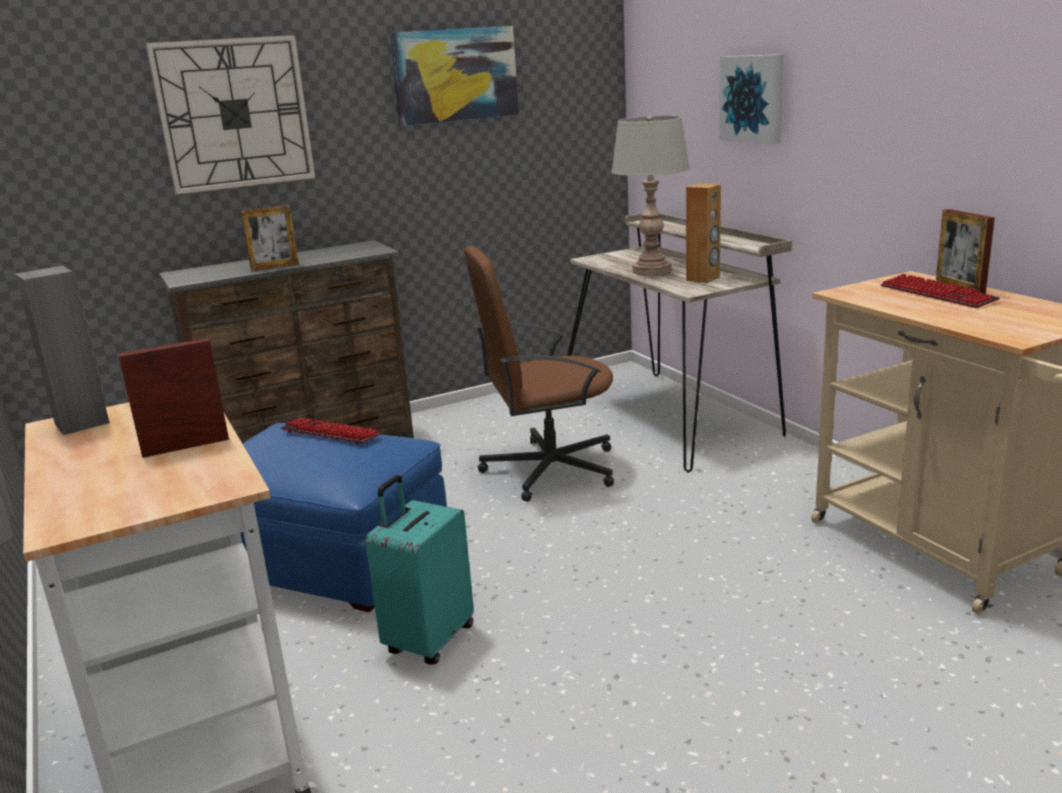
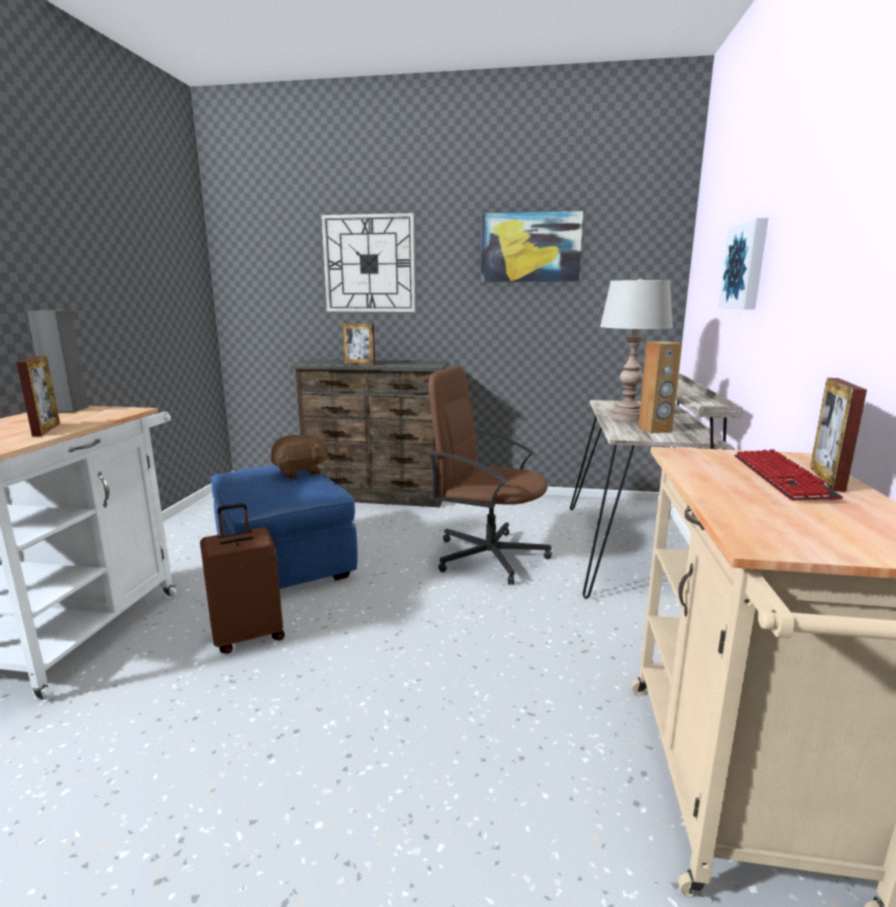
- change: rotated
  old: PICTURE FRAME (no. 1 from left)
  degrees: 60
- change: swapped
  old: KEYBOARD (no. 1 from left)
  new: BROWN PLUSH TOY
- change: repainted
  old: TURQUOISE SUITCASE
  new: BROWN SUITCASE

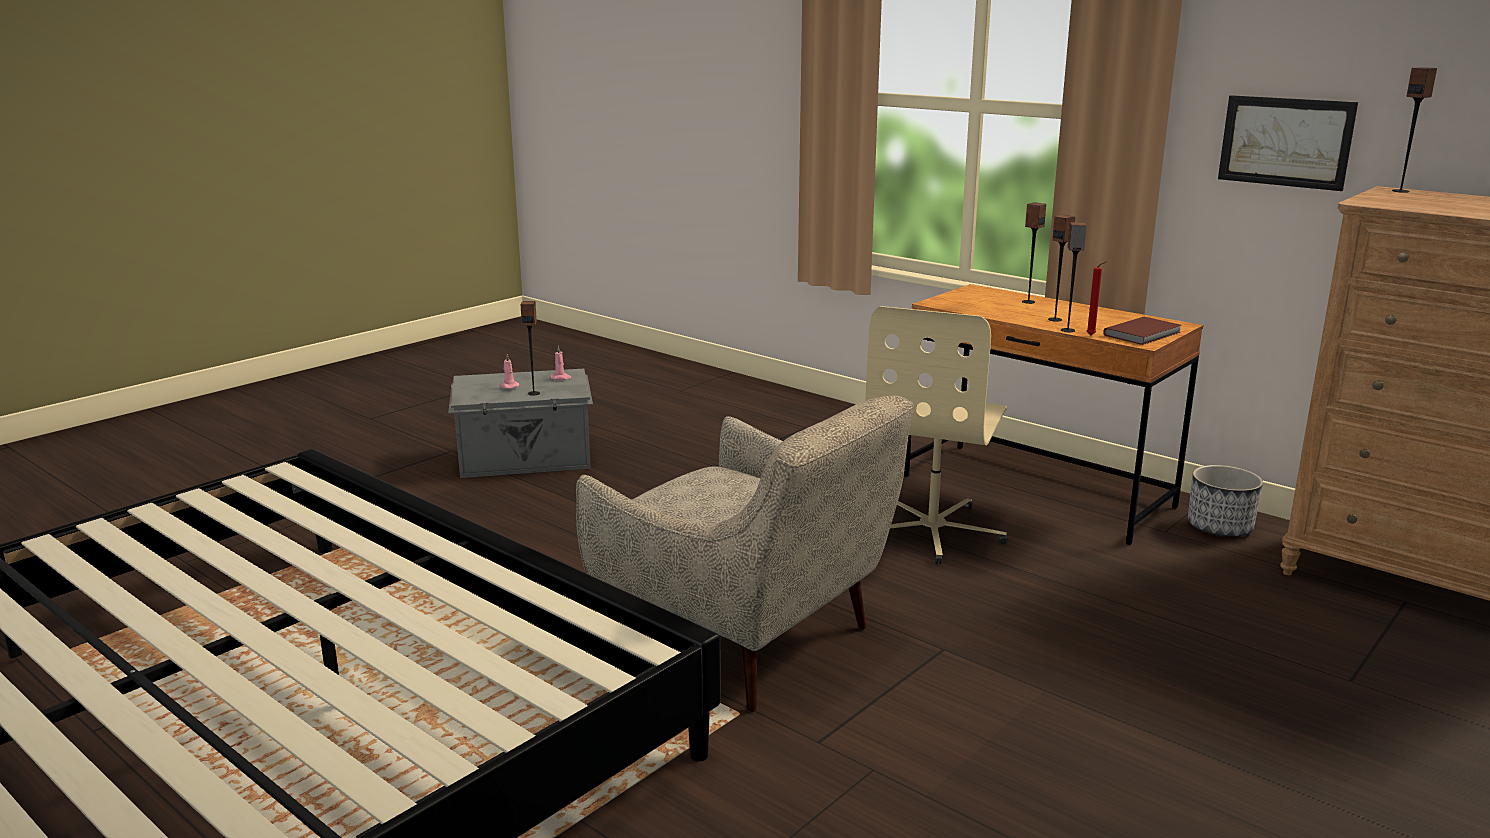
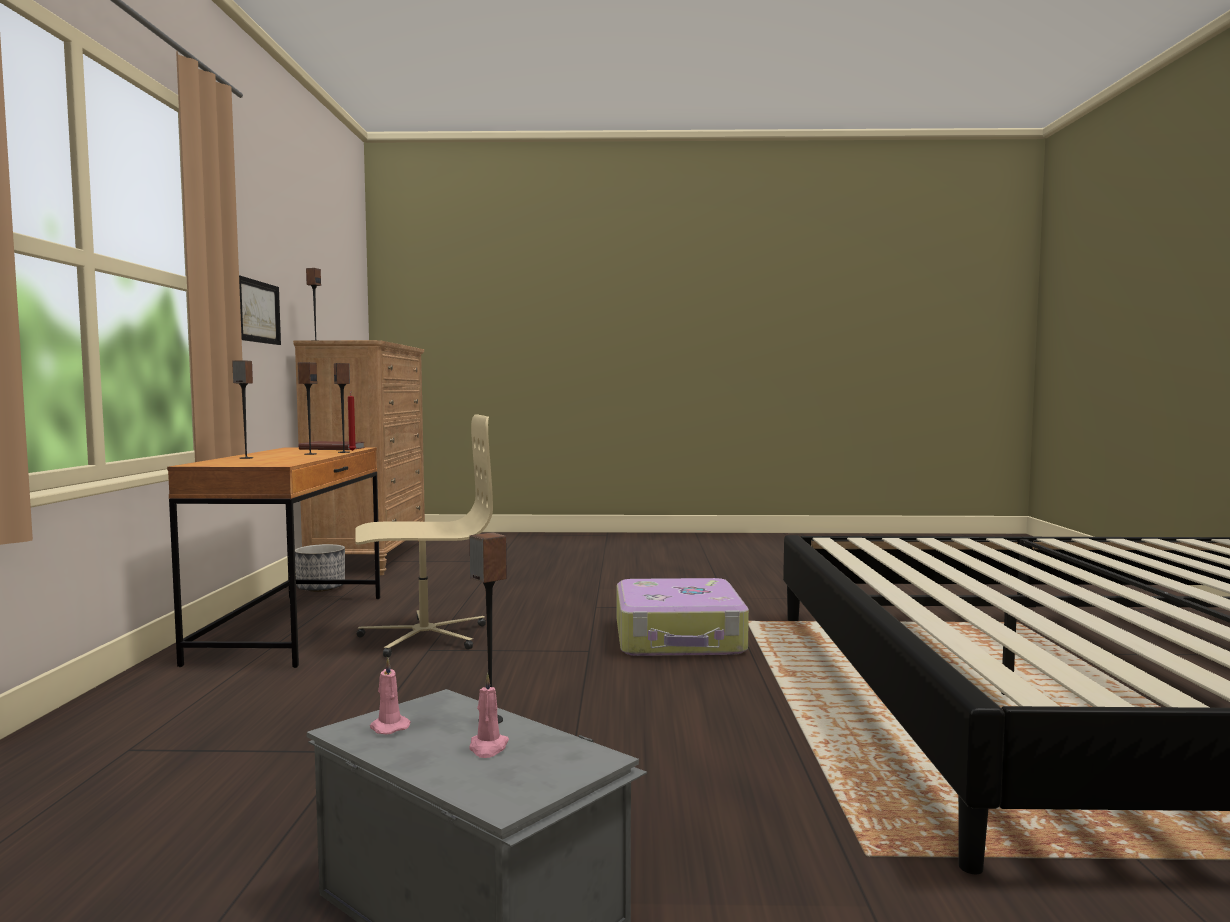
- change: swapped
  old: BEIGE ARMCHAIR
  new: SUITCASE

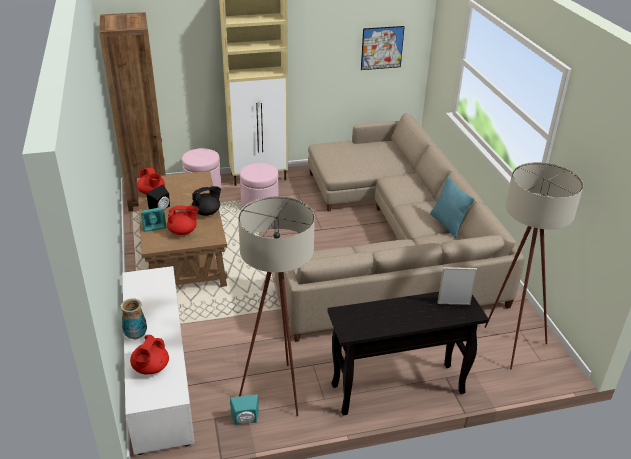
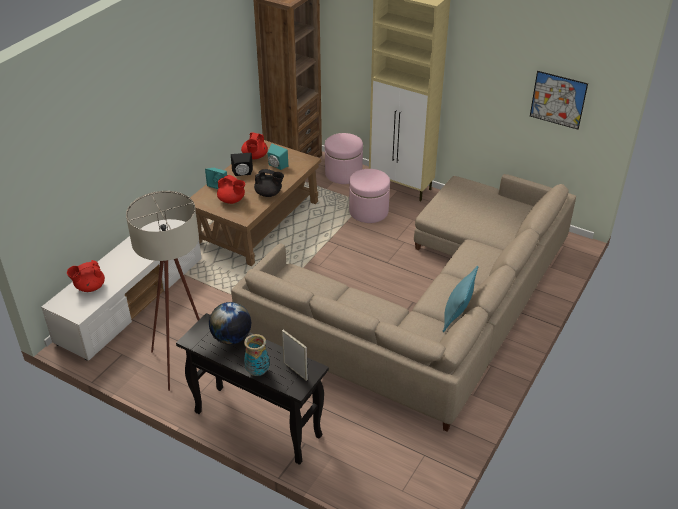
- change: gone
  old: BEIGE FLOOR LAMP (no. 2 from left)
- change: shifted
  old: VASE
- change: shifted
  old: TURQUOISE SPEAKER (no. 2 from left)
- change: new
  new: GLOBE

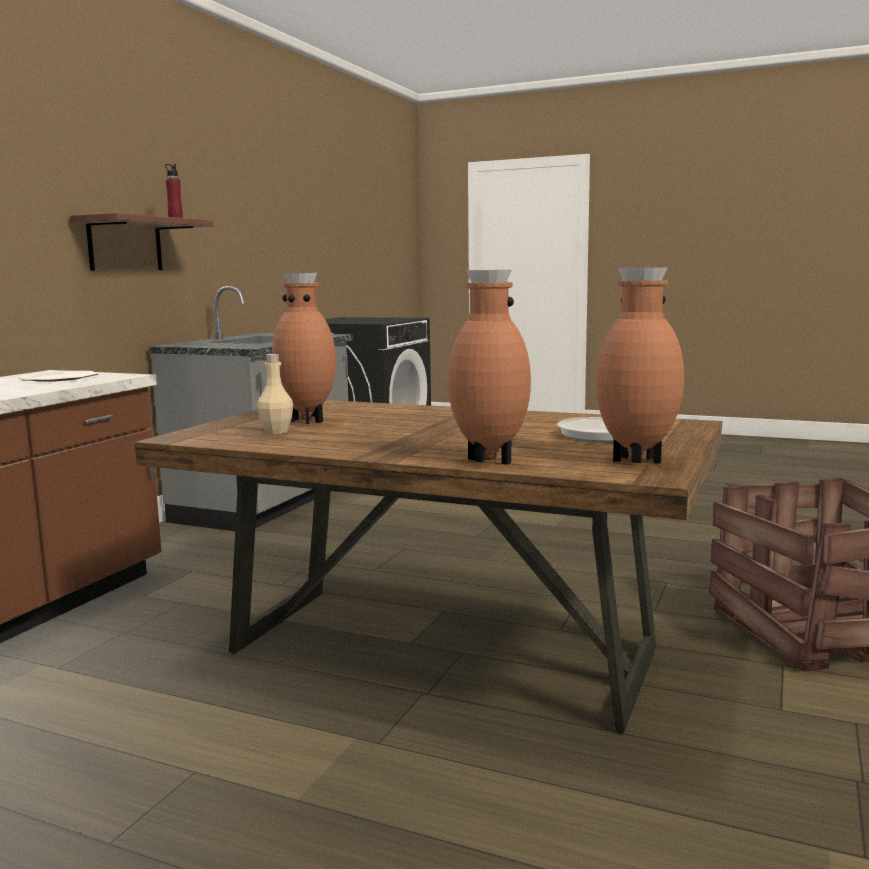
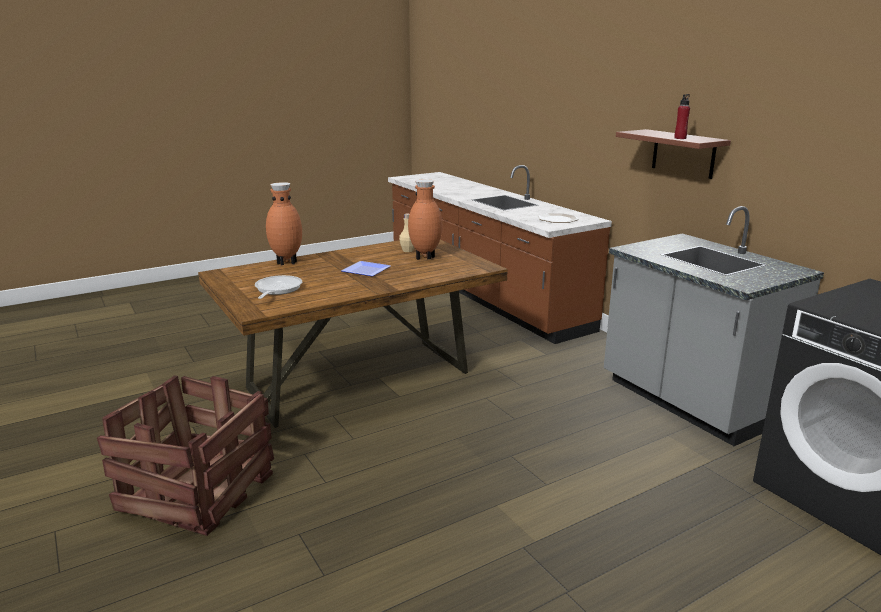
- change: gone
  old: BROWN VASE (no. 3 from left)
- change: new
  new: PLATE (no. 1 from left)

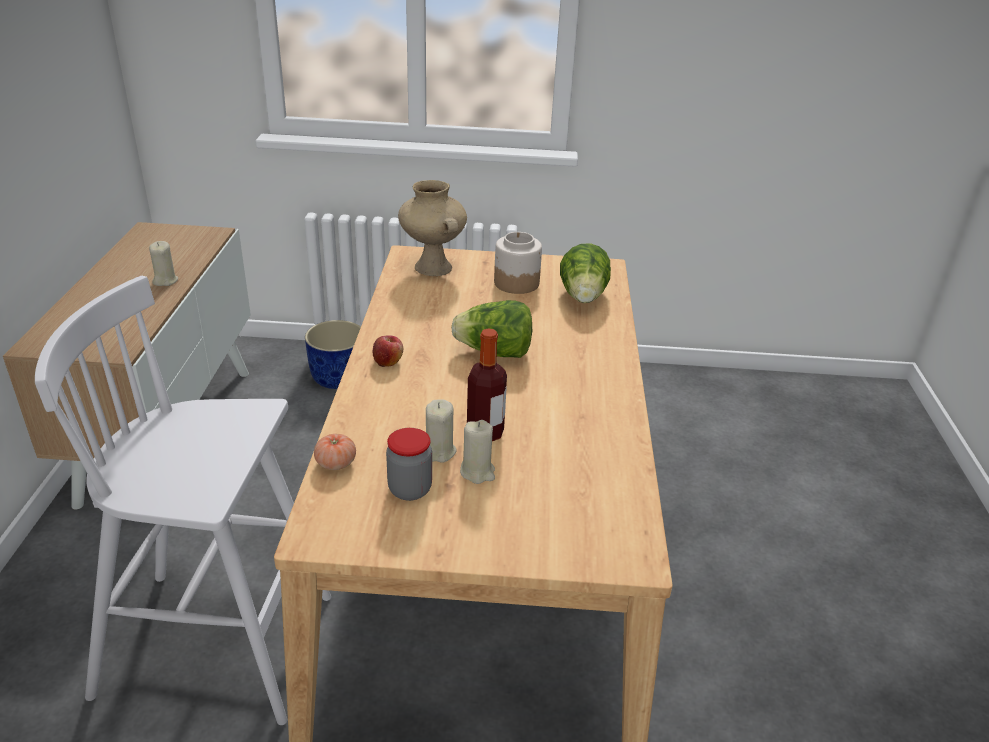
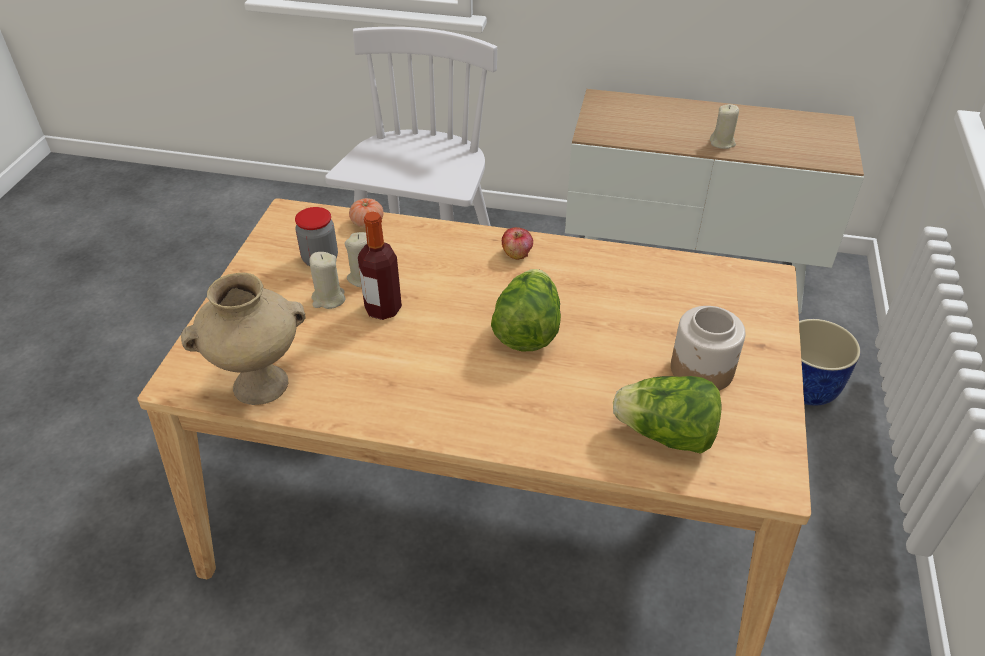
- change: shifted
  old: BEIGE VASE

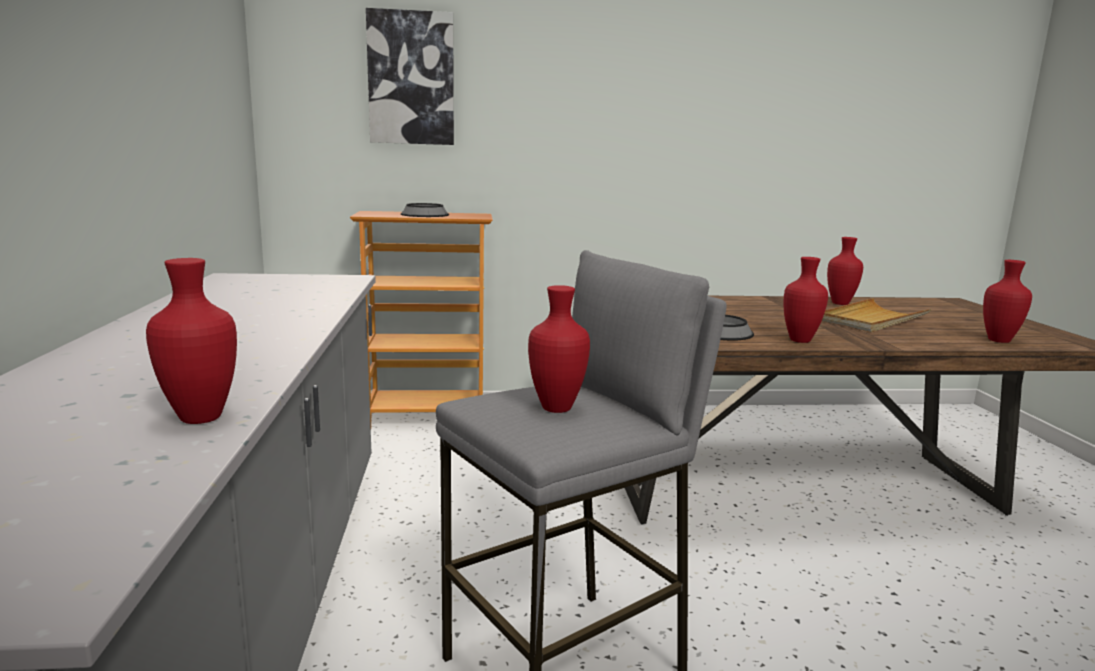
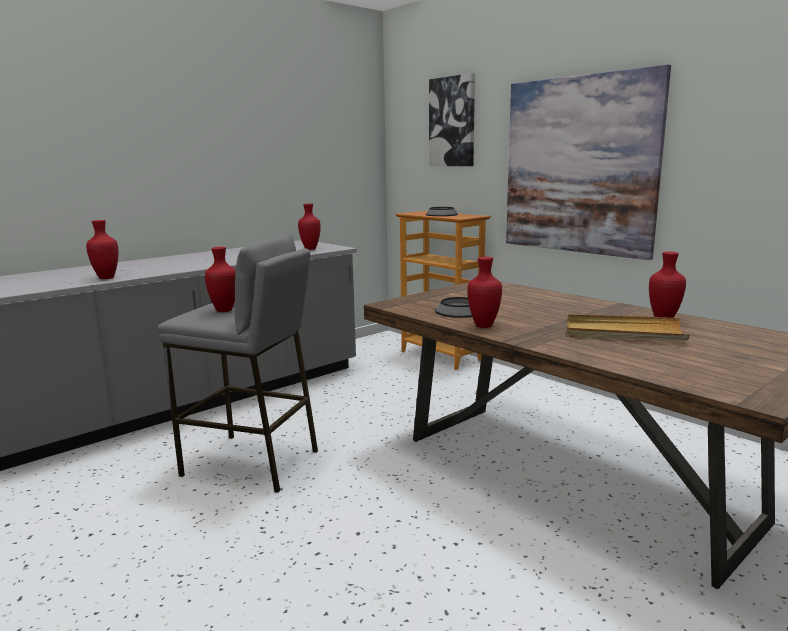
- change: shifted
  old: RED VASE (no. 5 from left in the first image)
  new: RED VASE (no. 3 from left)
- change: new
  new: PICTURE (no. 2 from left)

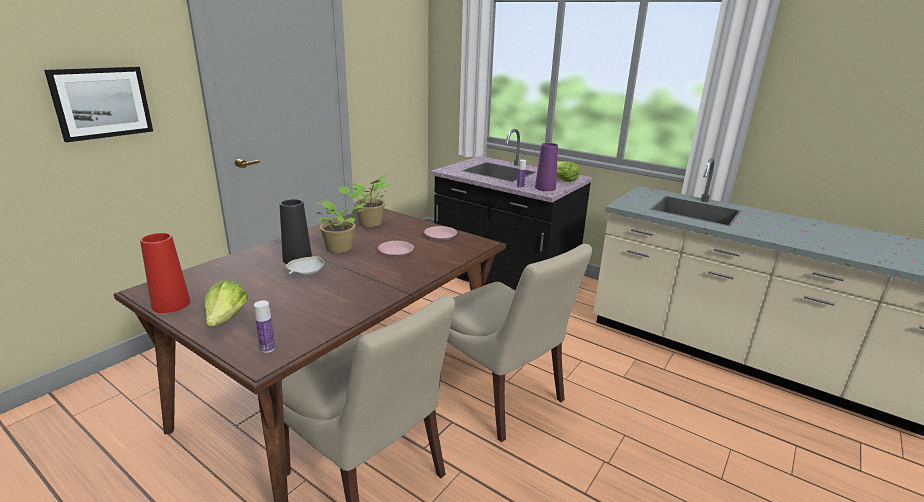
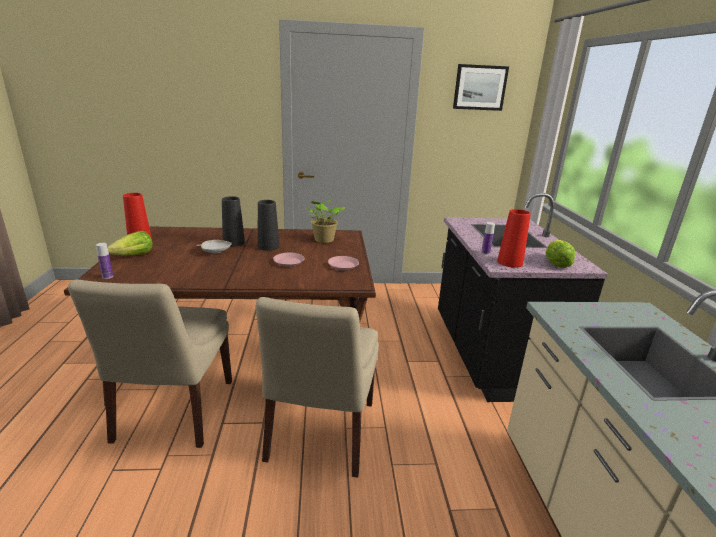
- change: shifted
  old: PICTURE
- change: repainted
  old: PURPLE VASE
  new: RED VASE (no. 2 from left)
- change: swapped
  old: POTTED PLANT (no. 1 from left)
  new: BLACK VASE (no. 2 from left)

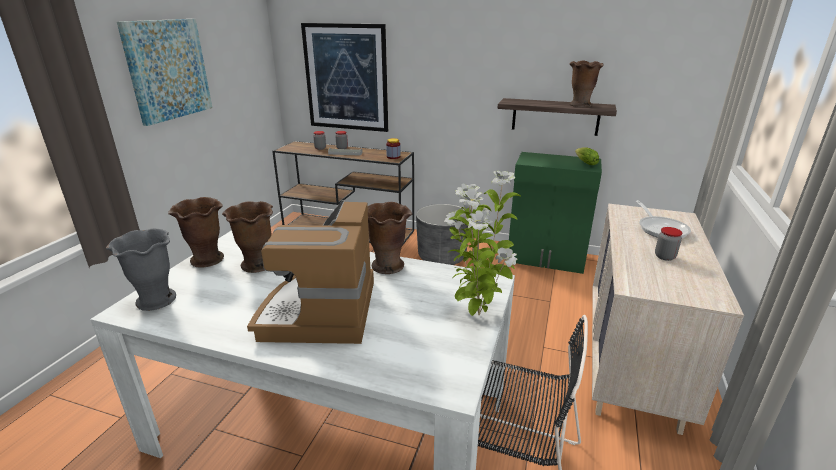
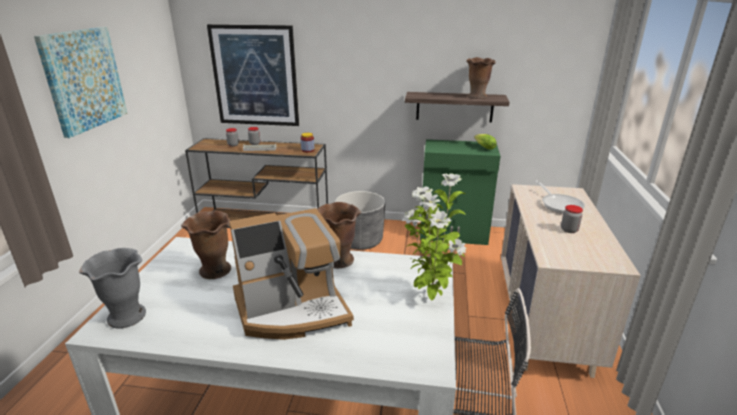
- change: gone
  old: BROWN VASE (no. 1 from left)
- change: rotated
  old: COFFEE MACHINE
  degrees: -105

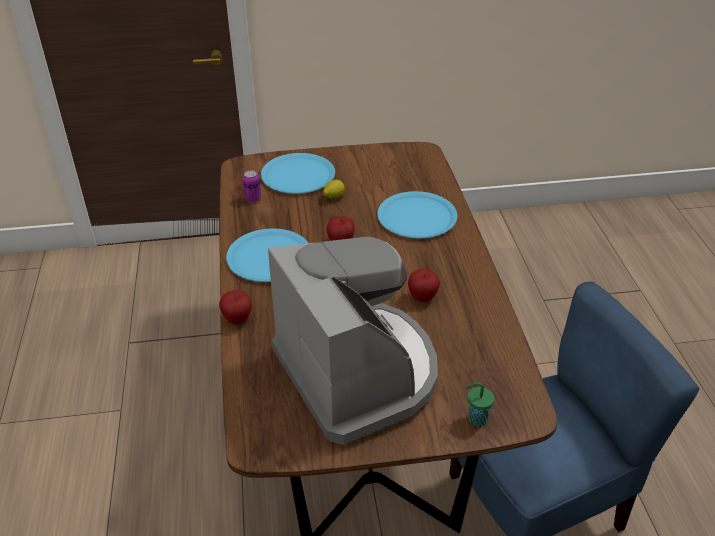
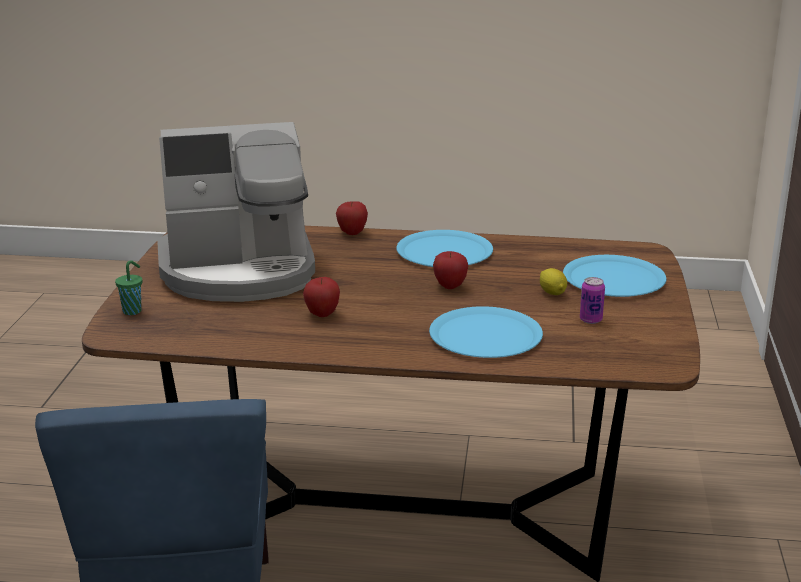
- change: shifted
  old: CAN

